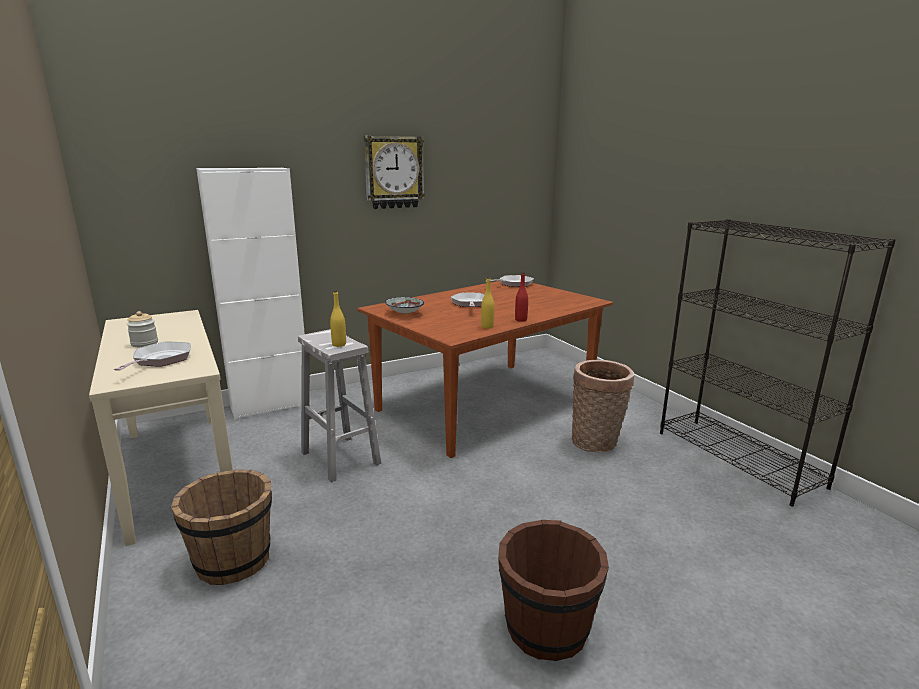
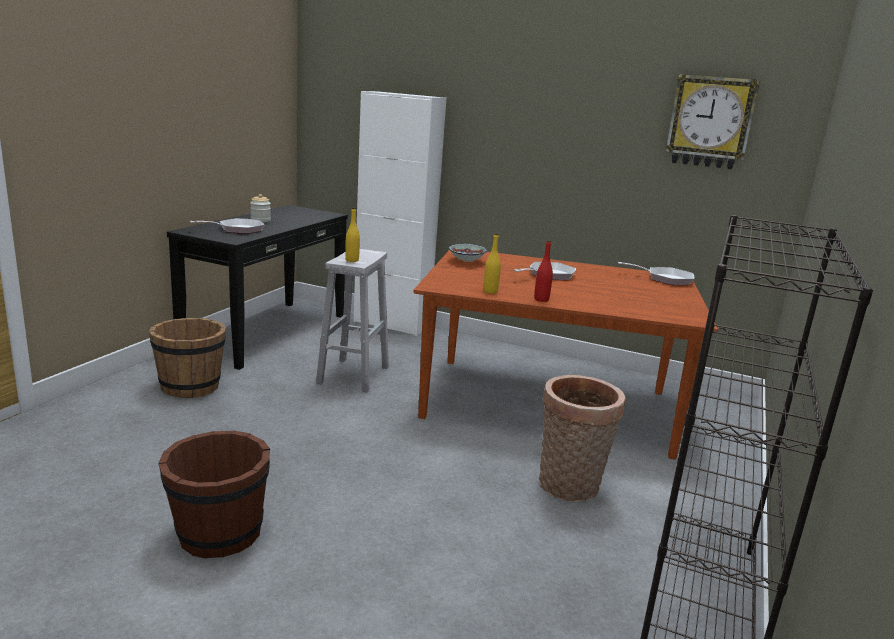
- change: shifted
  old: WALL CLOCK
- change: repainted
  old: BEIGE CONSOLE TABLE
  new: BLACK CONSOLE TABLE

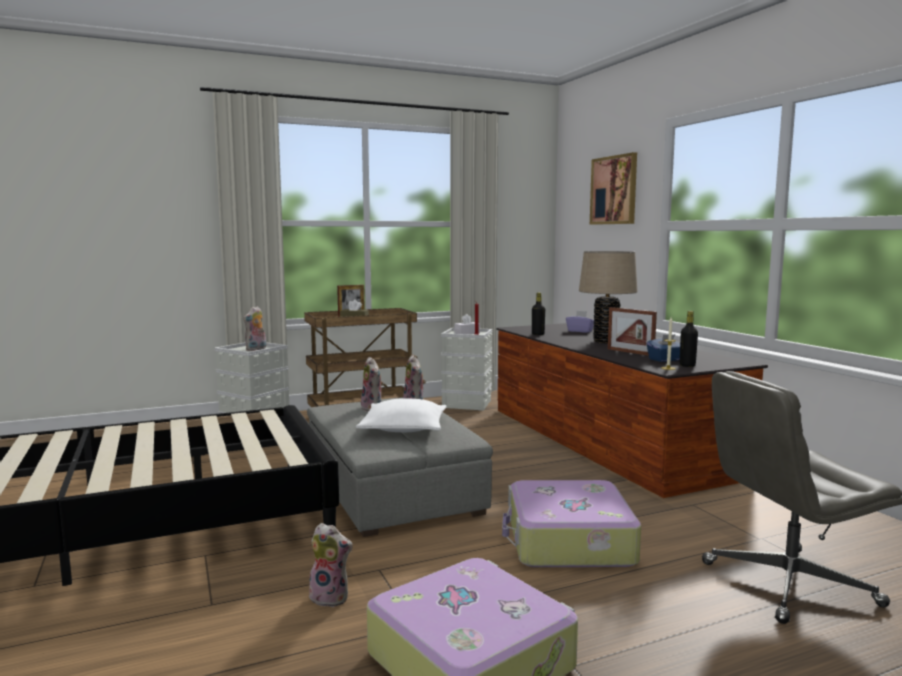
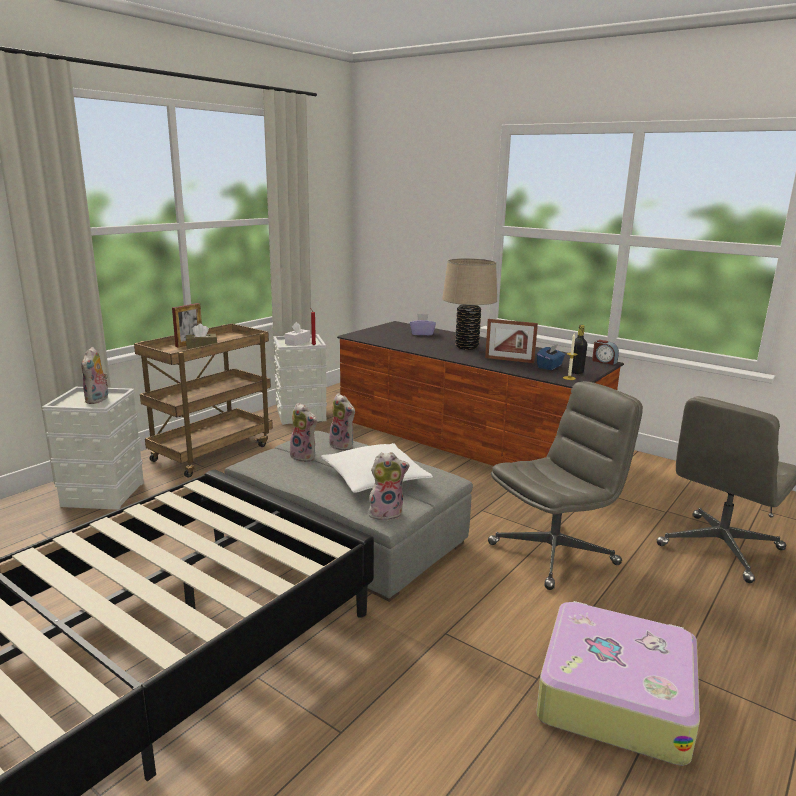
- change: gone
  old: PICTURE
- change: gone
  old: BLACK BOTTLE (no. 1 from left)
- change: swapped
  old: SUITCASE (no. 2 from left)
  new: GREY OFFICE CHAIR (no. 1 from left)
- change: shifted
  old: PLUSH TOY (no. 2 from left in the first image)
  new: PLUSH TOY (no. 4 from left)
- change: new
  new: ALARM CLOCK

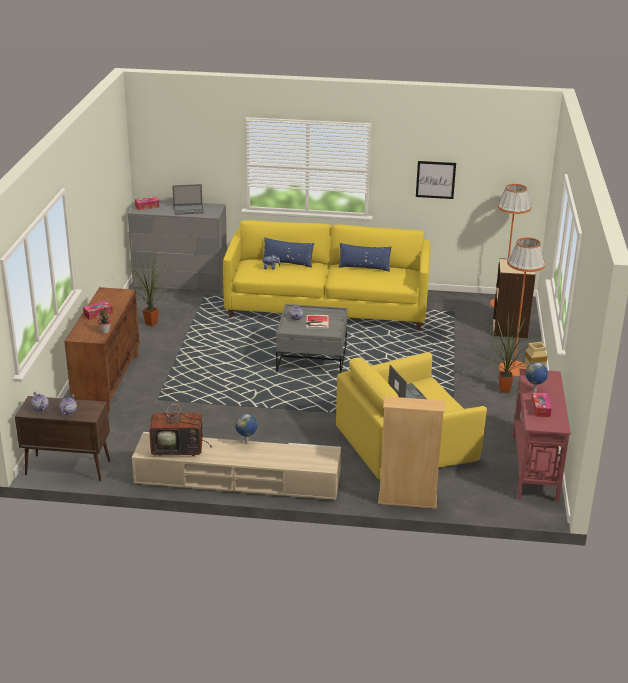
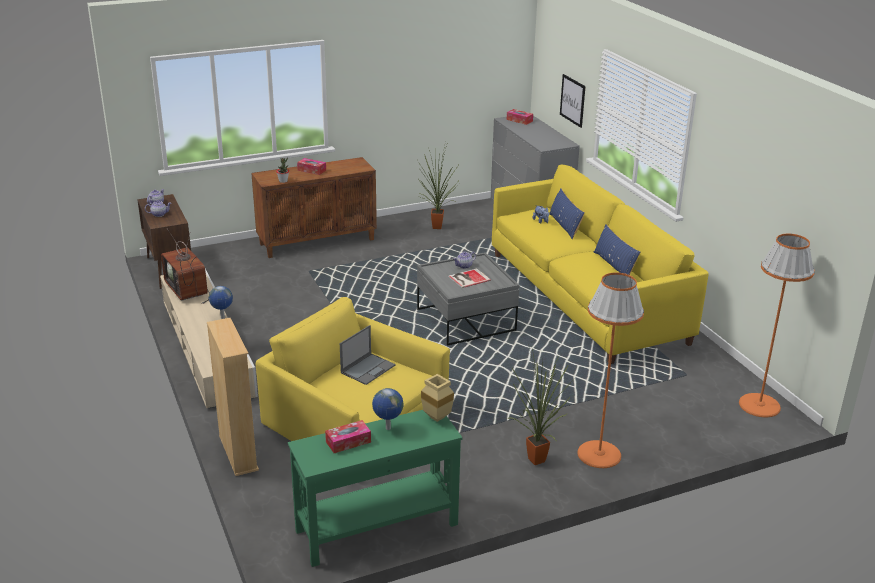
- change: shifted
  old: PICTURE
- change: gone
  old: LAPTOP (no. 1 from left)
- change: gone
  old: BEIGE BOOKCASE (no. 2 from left)
- change: repainted
  old: RED CONSOLE TABLE
  new: GREEN CONSOLE TABLE

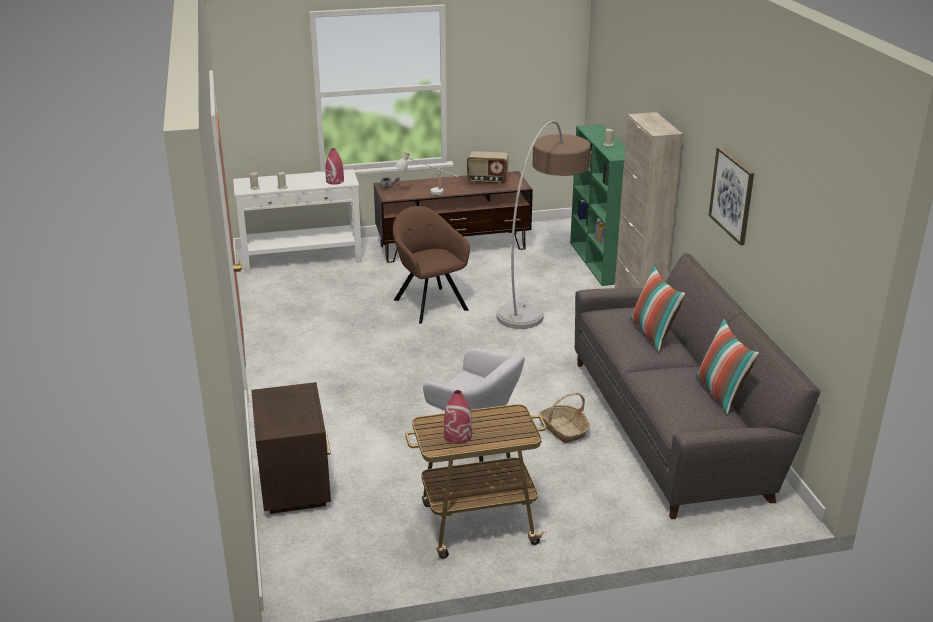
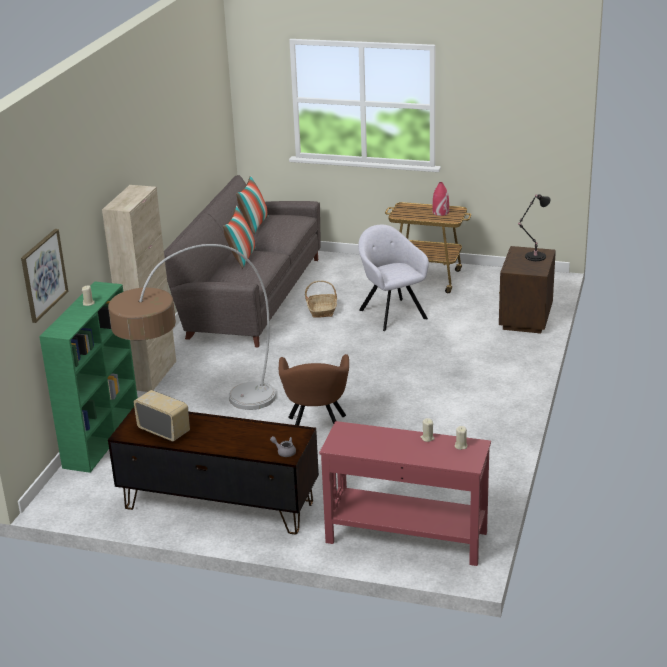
- change: shifted
  old: PICTURE
- change: gone
  old: RED VASE (no. 1 from left)
- change: gone
  old: WHITE TABLE LAMP
- change: repainted
  old: WHITE CONSOLE TABLE
  new: RED CONSOLE TABLE
- change: new
  new: BLACK TABLE LAMP

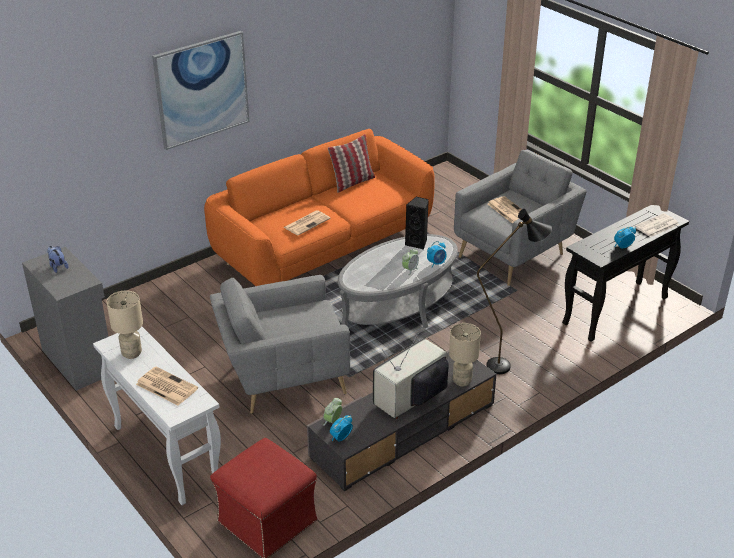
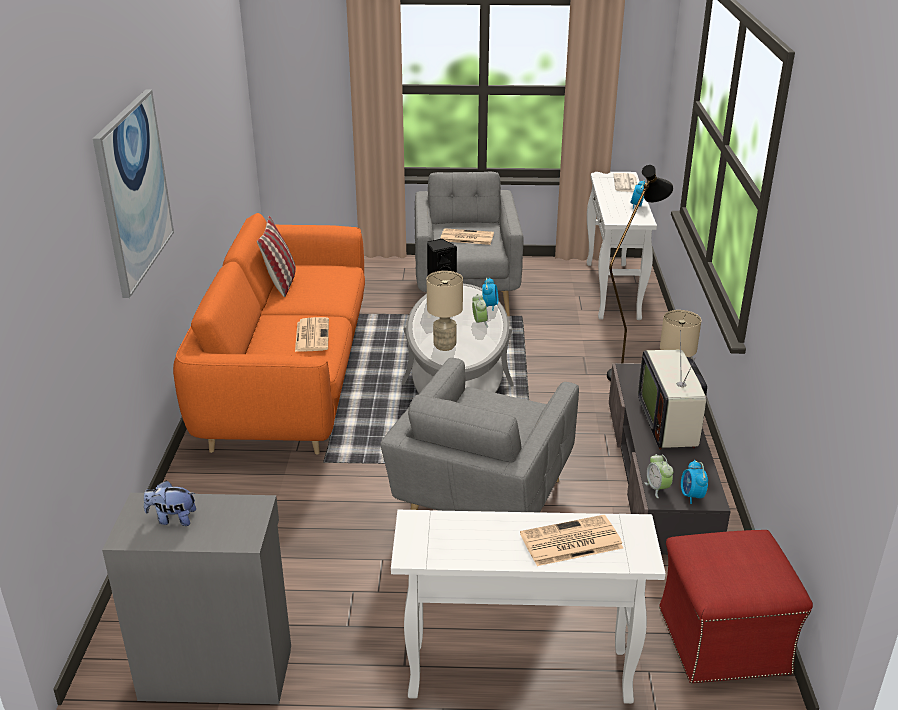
- change: repainted
  old: BLACK CONSOLE TABLE
  new: WHITE CONSOLE TABLE (no. 2 from left)
- change: shifted
  old: BEIGE TABLE LAMP (no. 1 from left)

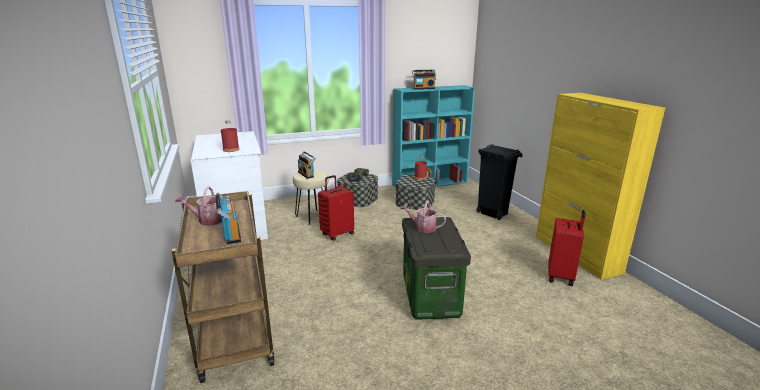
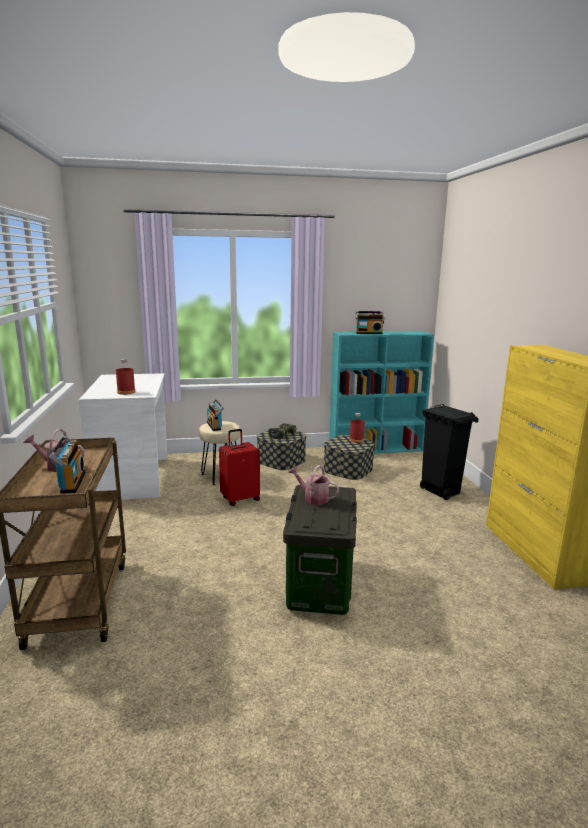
- change: gone
  old: RED SUITCASE (no. 2 from left)

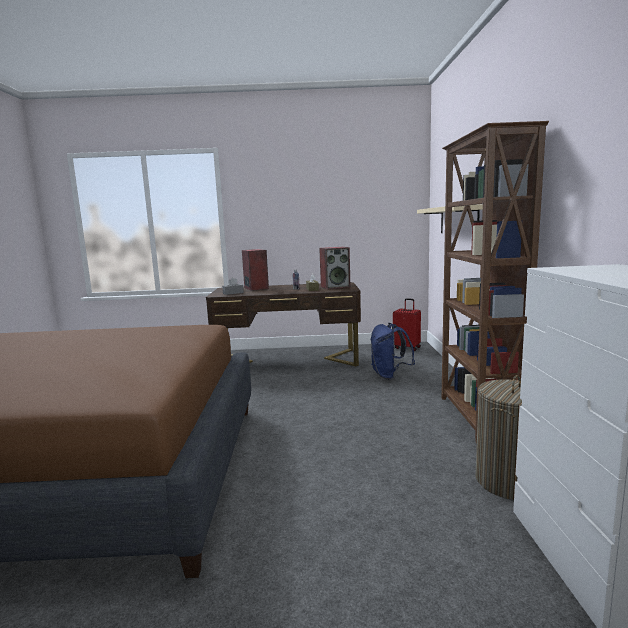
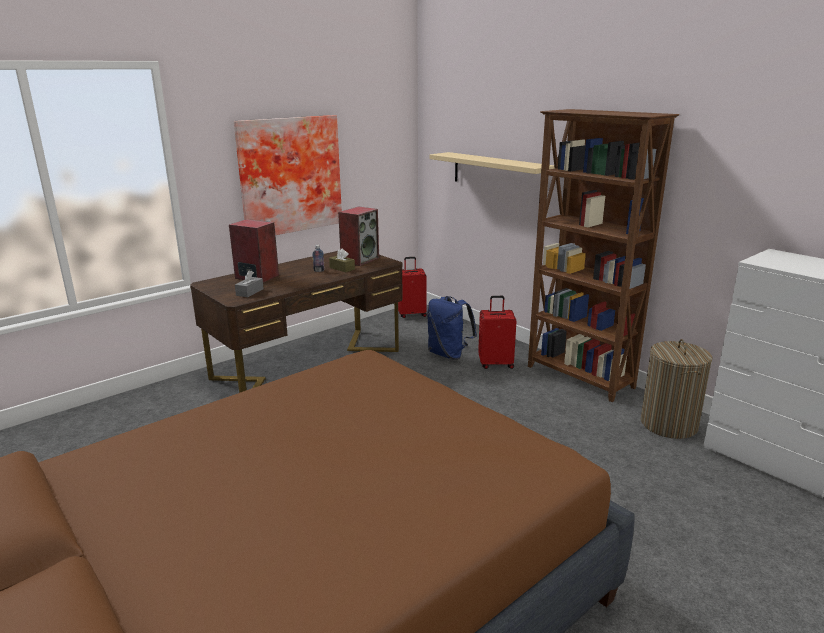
- change: new
  new: PICTURE
- change: new
  new: RED SUITCASE (no. 2 from left)

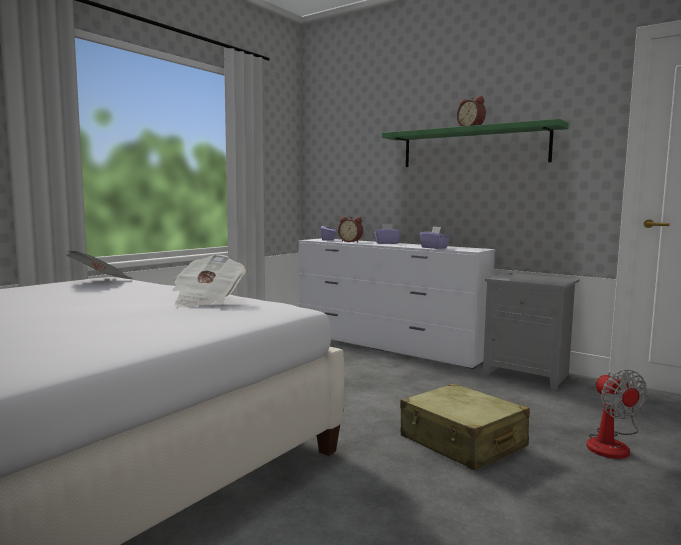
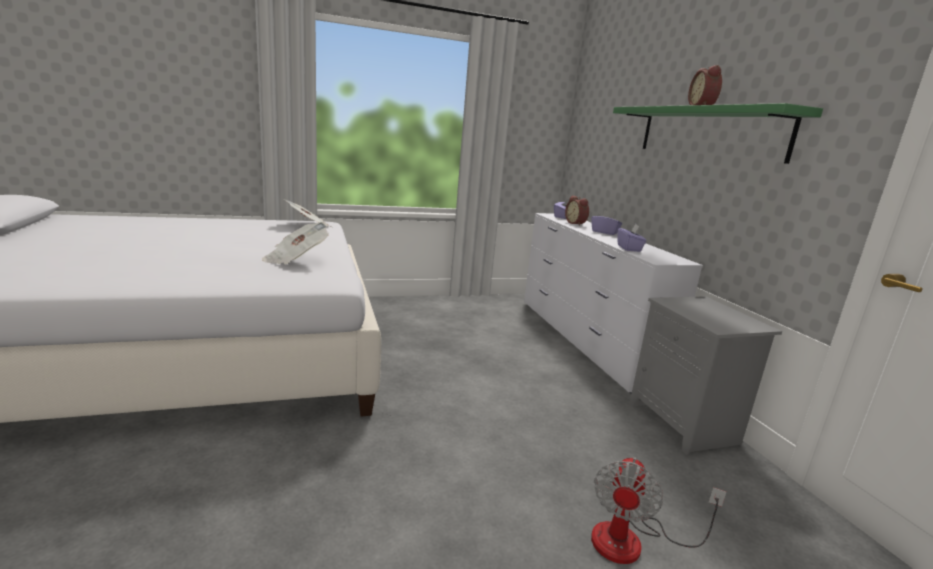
- change: gone
  old: BEIGE SUITCASE

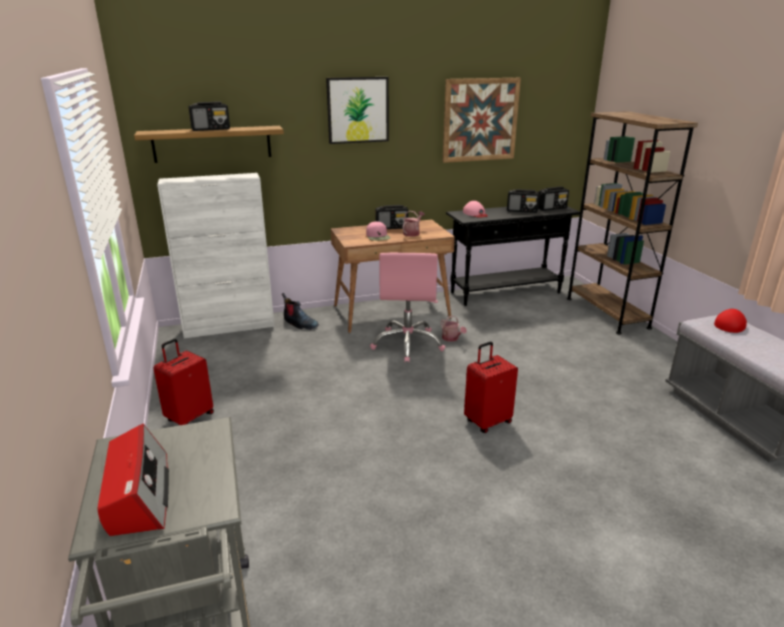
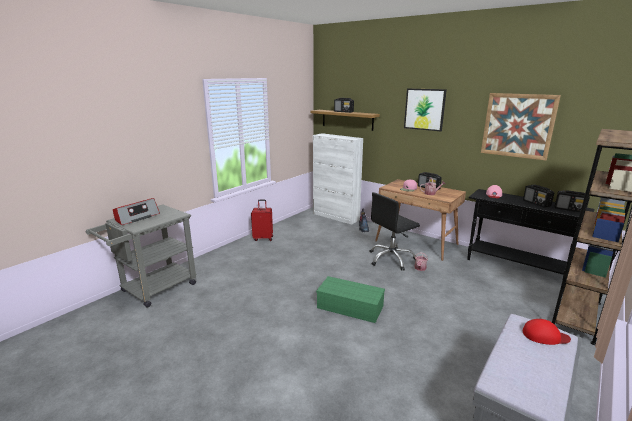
- change: repainted
  old: PINK OFFICE CHAIR
  new: BLACK OFFICE CHAIR
- change: swapped
  old: RED SUITCASE (no. 2 from left)
  new: GREEN STORAGE BOX

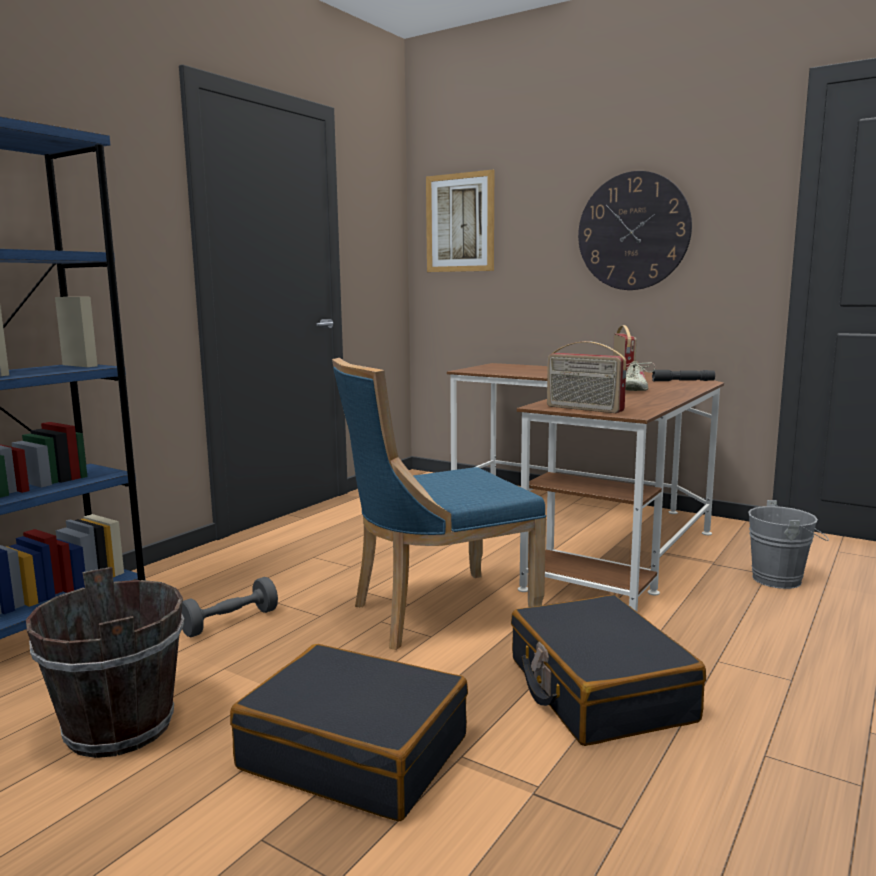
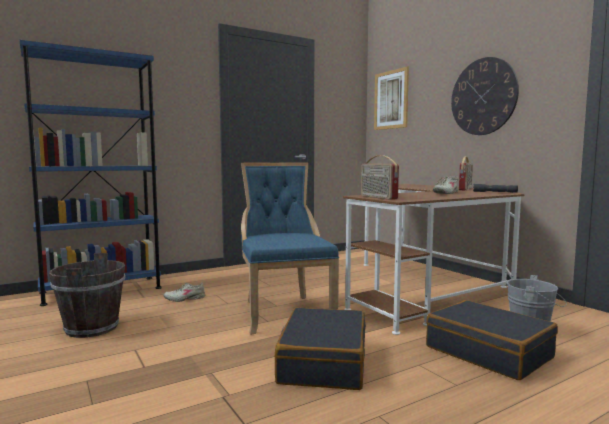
- change: rotated
  old: BLUE CHAIR
  degrees: 75
- change: swapped
  old: GREY DUMBBELL
  new: BEIGE SHOE (no. 1 from left)
- change: shifted
  old: BLACK SUITCASE (no. 1 from left in the first image)
  new: BLACK SUITCASE (no. 2 from left)

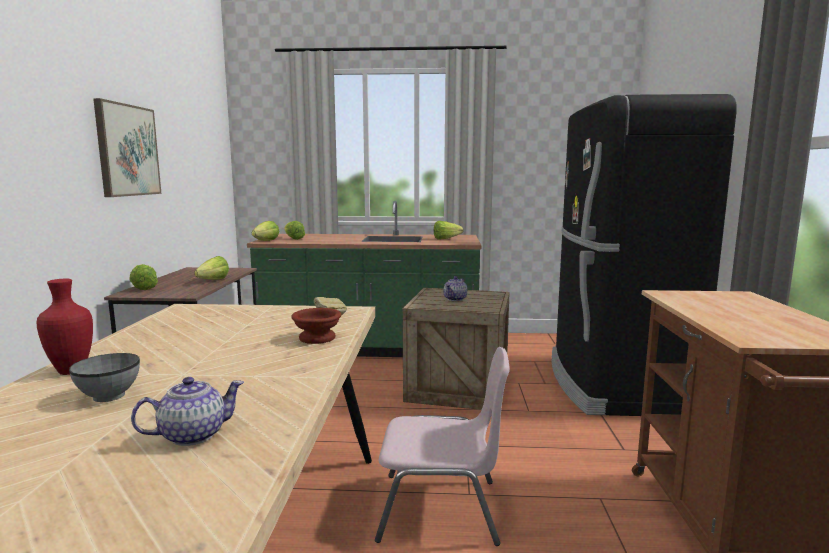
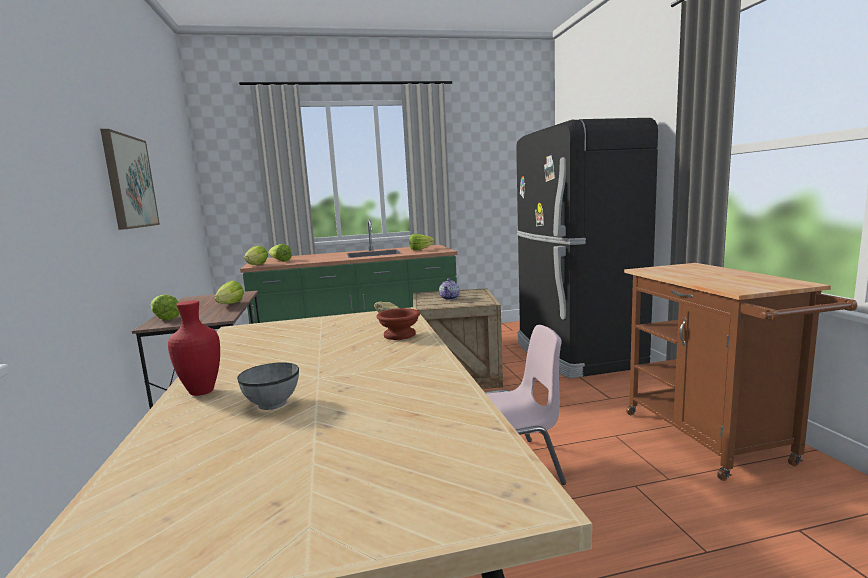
- change: gone
  old: TEAPOT (no. 1 from left)

